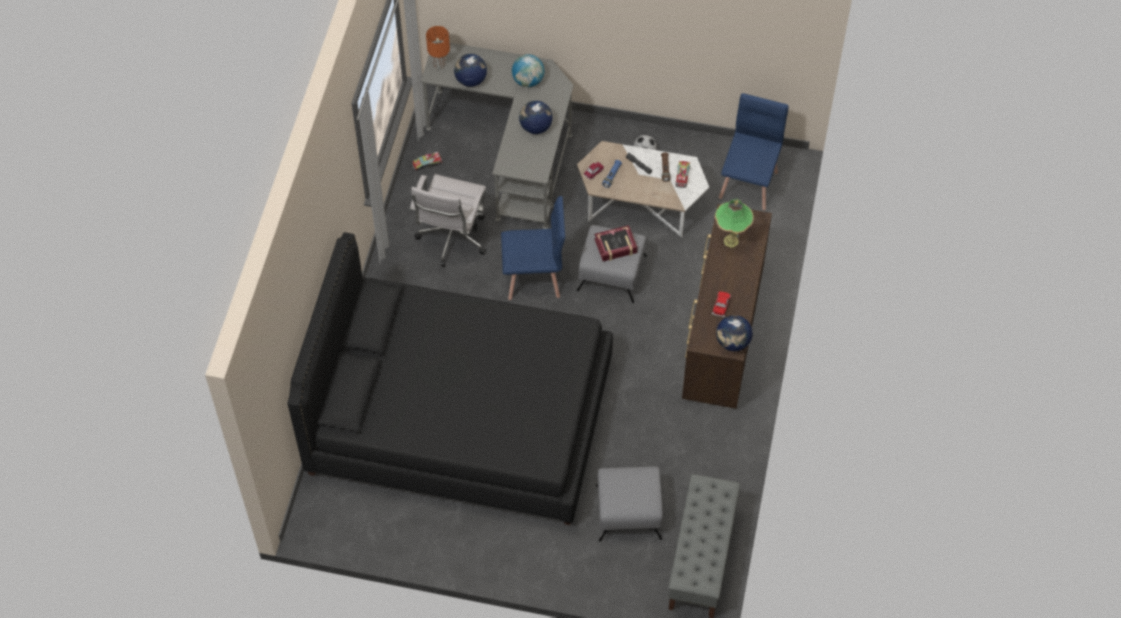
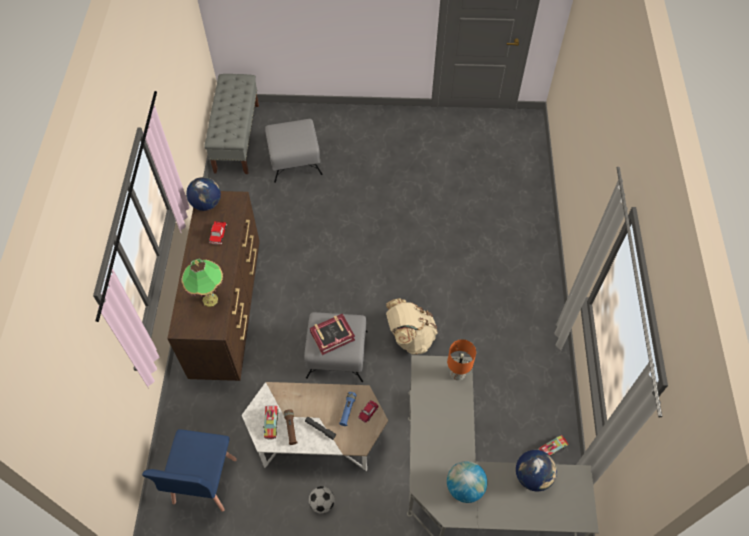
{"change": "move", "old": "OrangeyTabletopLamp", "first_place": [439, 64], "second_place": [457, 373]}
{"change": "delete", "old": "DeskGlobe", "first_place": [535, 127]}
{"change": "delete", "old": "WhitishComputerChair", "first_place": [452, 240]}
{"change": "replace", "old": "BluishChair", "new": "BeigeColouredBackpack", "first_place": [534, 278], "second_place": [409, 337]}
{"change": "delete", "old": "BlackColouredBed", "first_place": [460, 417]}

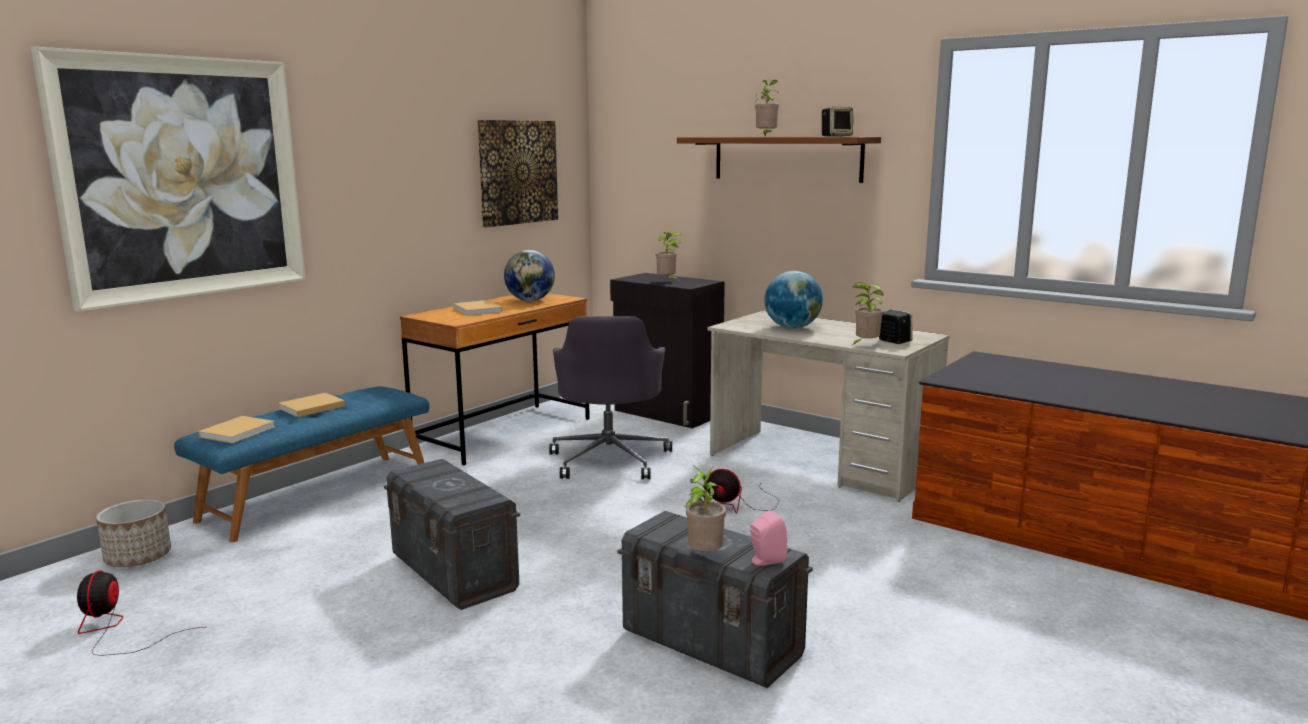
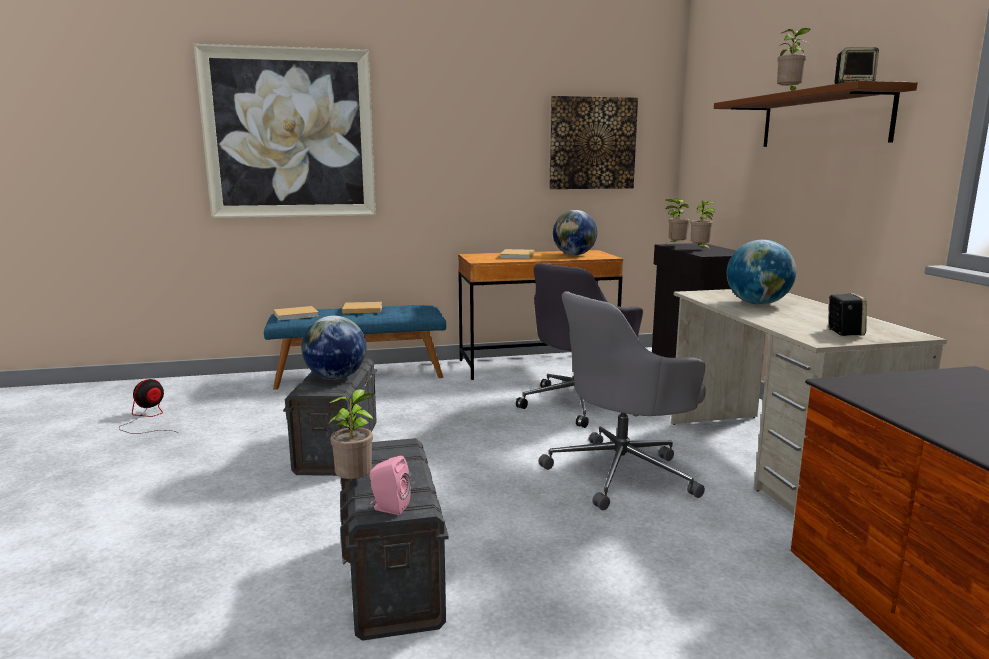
{"change": "move", "old": "PottedPlant", "first_place": [865, 345], "second_place": [675, 246]}
{"change": "replace", "old": "Fan", "new": "GreyComputerChair", "first_place": [738, 505], "second_place": [623, 473]}
{"change": "delete", "old": "Planter", "first_place": [137, 558]}
{"change": "insert", "new": "DeskGlobe", "second_place": [335, 378]}

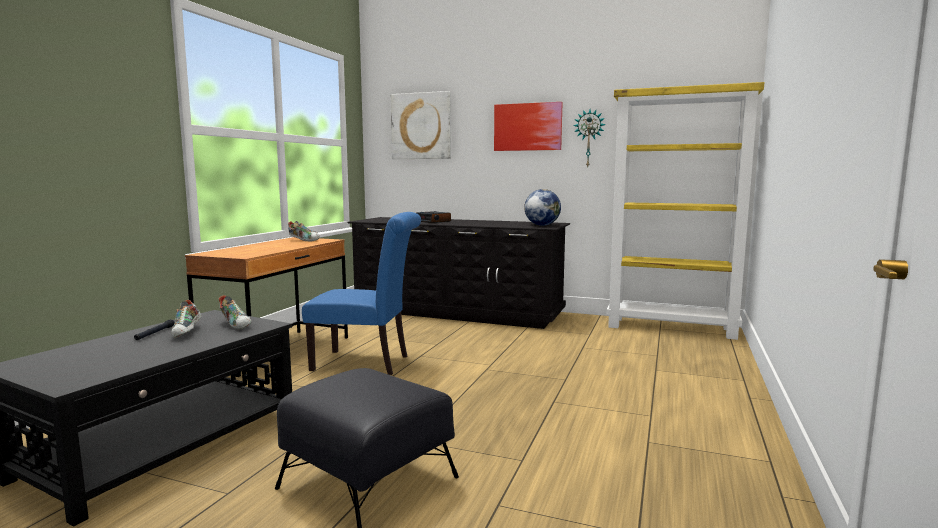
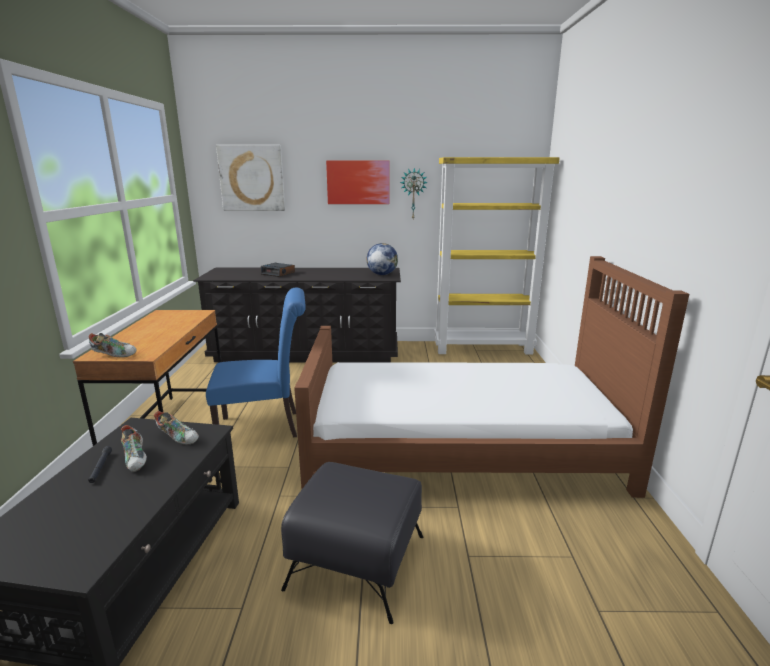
{"change": "move", "old": "LowShoe", "first_place": [304, 240], "second_place": [114, 355]}
{"change": "insert", "new": "BrownishBed", "second_place": [461, 446]}

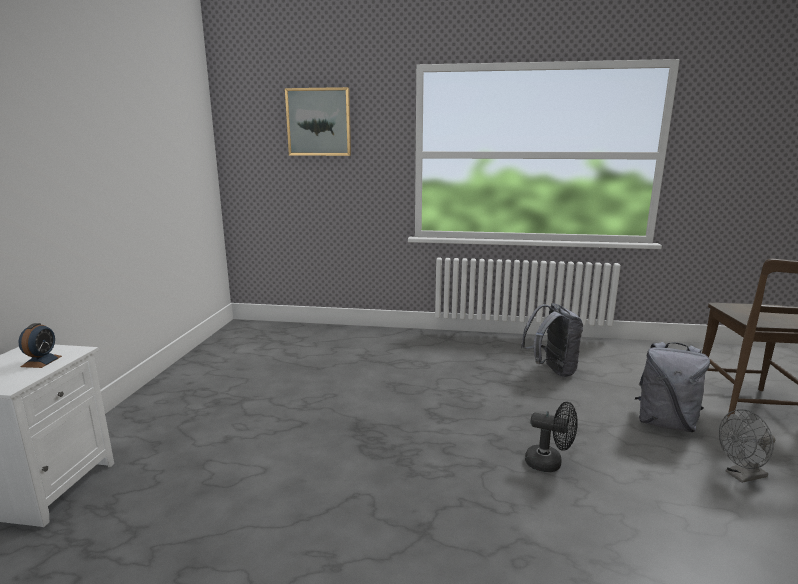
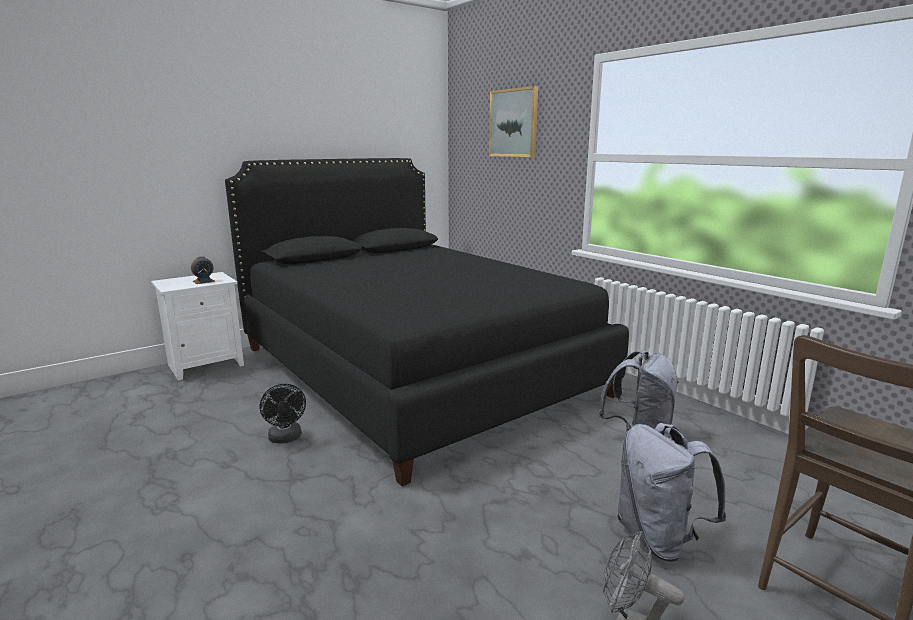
{"change": "move", "old": "BlackColouredFan", "first_place": [549, 463], "second_place": [286, 438]}
{"change": "insert", "new": "BlackColouredBed", "second_place": [414, 369]}

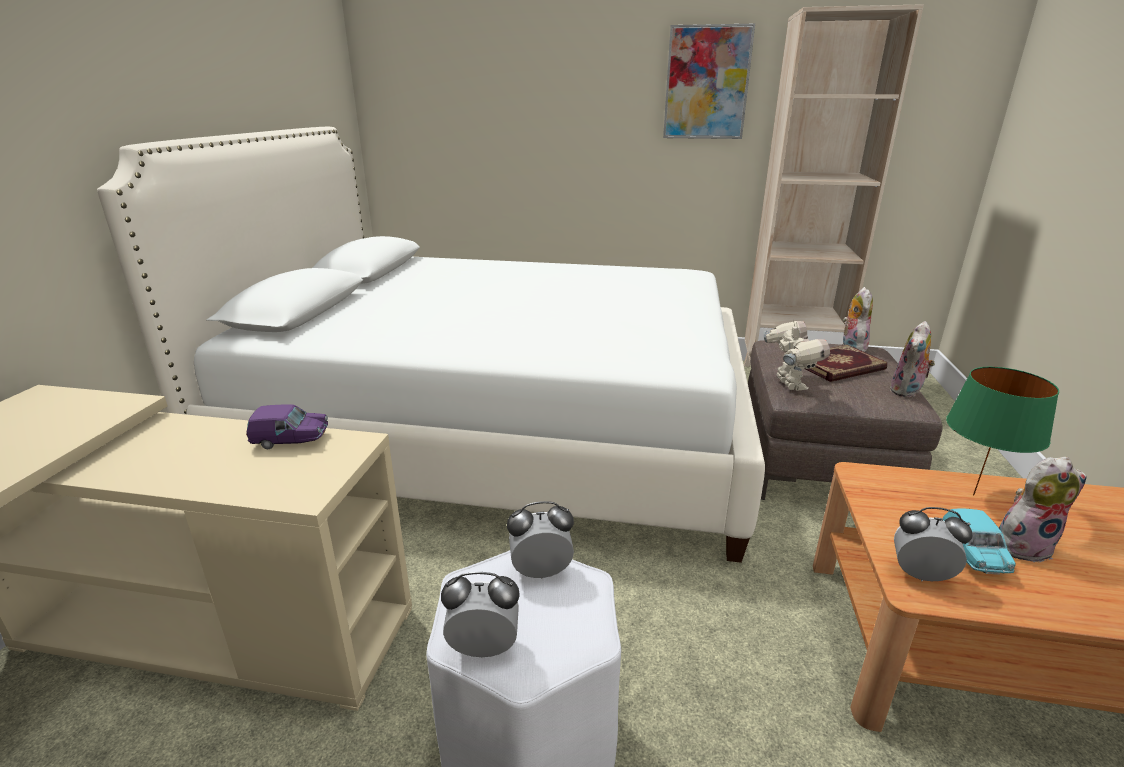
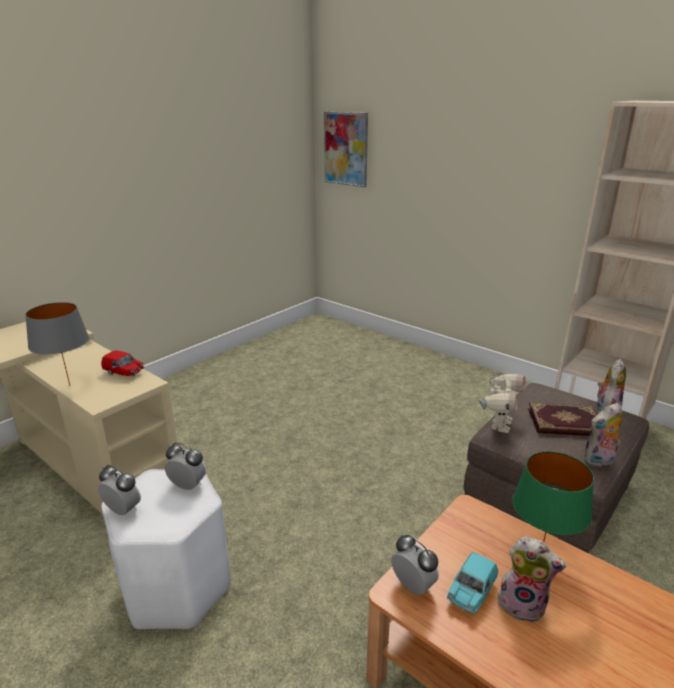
{"change": "move", "old": "WallArt", "first_place": [707, 83], "second_place": [346, 149]}
{"change": "delete", "old": "WhitishBed", "first_place": [501, 430]}
{"change": "recolor", "old": "PurpleToyCar", "new": "RedColouredToyCar", "first_place": [291, 440], "second_place": [124, 372]}
{"change": "insert", "new": "GreyTabletopLamp", "second_place": [69, 386]}

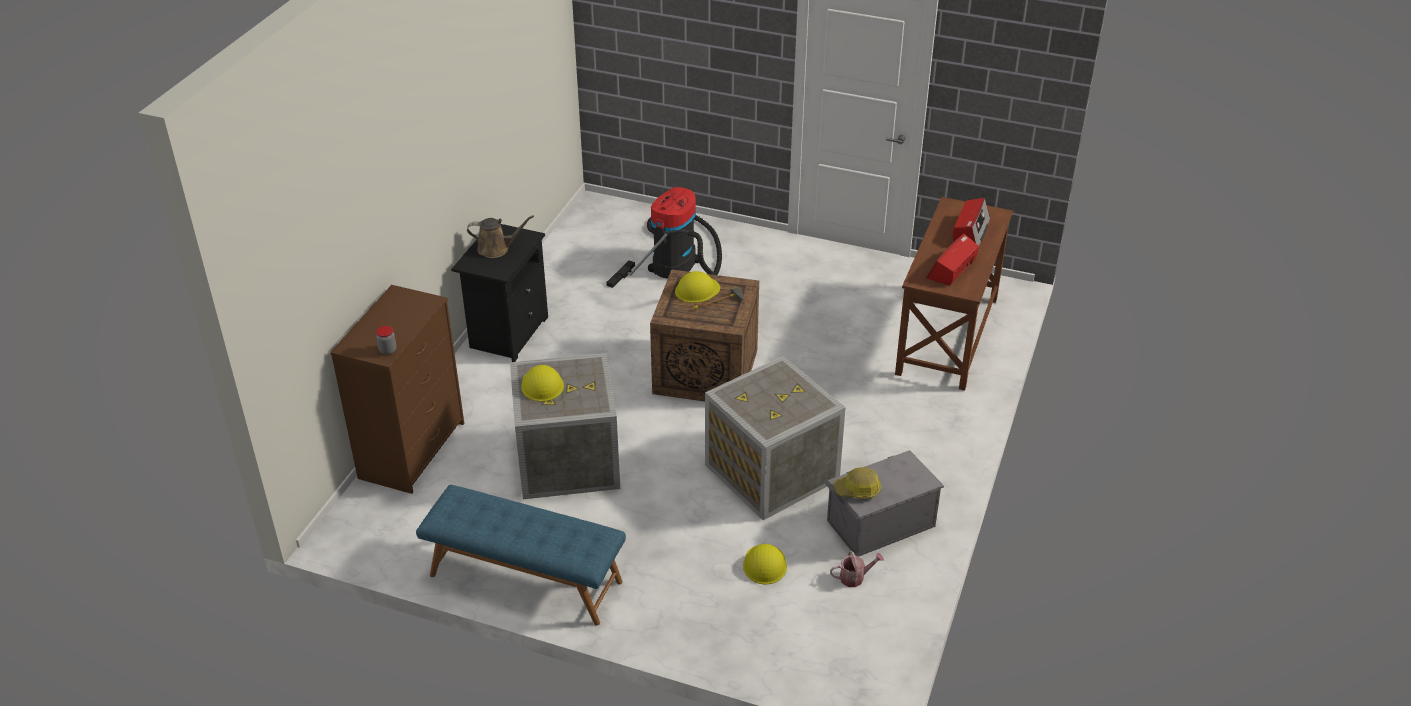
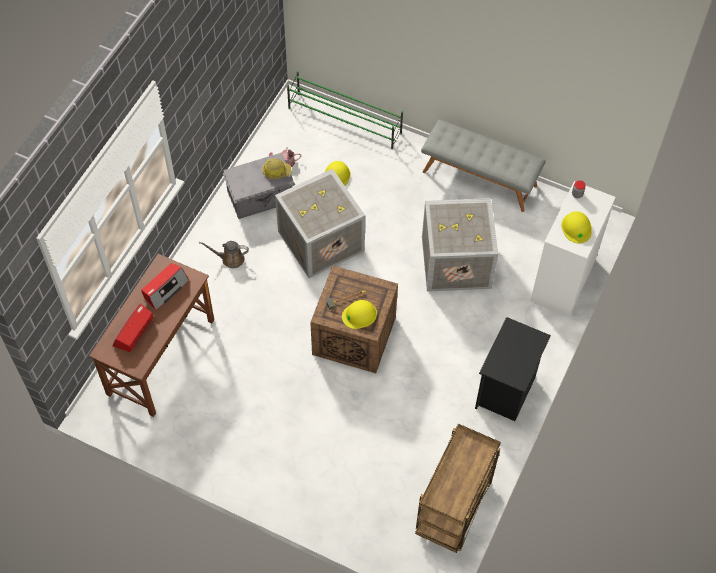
{"change": "delete", "old": "Hoover", "first_place": [676, 261]}
{"change": "move", "old": "BrownishWateringCan", "first_place": [496, 249], "second_place": [230, 259]}
{"change": "recolor", "old": "BrownishDresser", "new": "WhitishDresser", "first_place": [412, 449], "second_place": [563, 281]}
{"change": "move", "old": "YellowColouredWorkHelmet", "first_place": [542, 385], "second_place": [576, 227]}
{"change": "recolor", "old": "BluishIndoorBench", "new": "GreyIndoorBench", "first_place": [525, 579], "second_place": [480, 178]}
{"change": "insert", "new": "GreenColouredShoeStand", "second_place": [345, 121]}
{"change": "insert", "new": "BrownishCart", "second_place": [454, 510]}

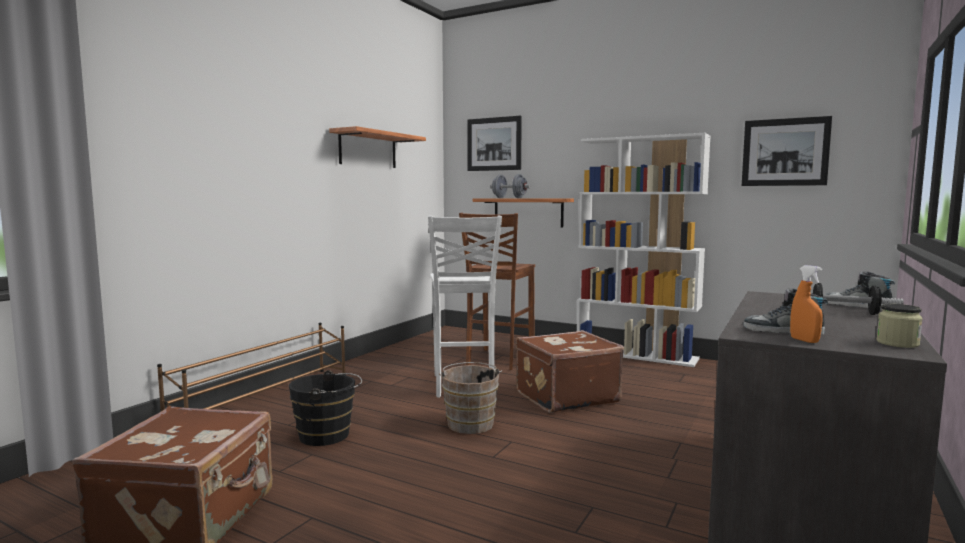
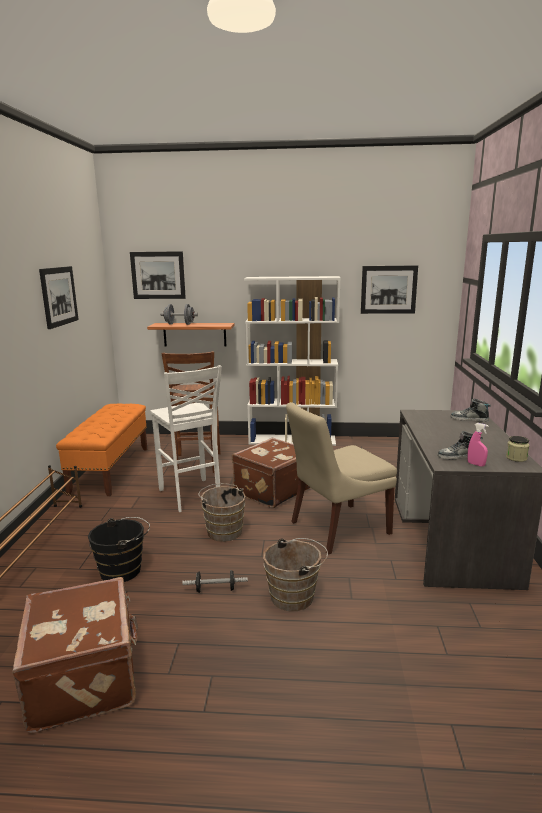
{"change": "replace", "old": "Shelf", "new": "WallArt", "first_place": [368, 150], "second_place": [59, 296]}
{"change": "recolor", "old": "OrangeySprayer", "new": "PinkSprayer", "first_place": [804, 340], "second_place": [476, 464]}
{"change": "move", "old": "Dumbbell", "first_place": [844, 313], "second_place": [215, 589]}
{"change": "insert", "new": "BeigeColouredChair", "second_place": [337, 529]}
{"change": "insert", "new": "OrangeyIndoorBench", "second_place": [110, 469]}
{"change": "insert", "new": "BrownishPail", "second_place": [295, 596]}

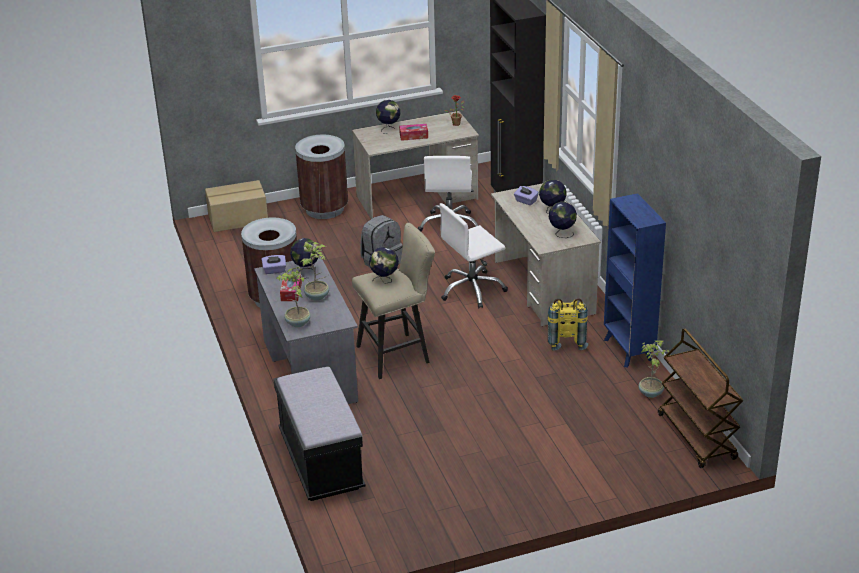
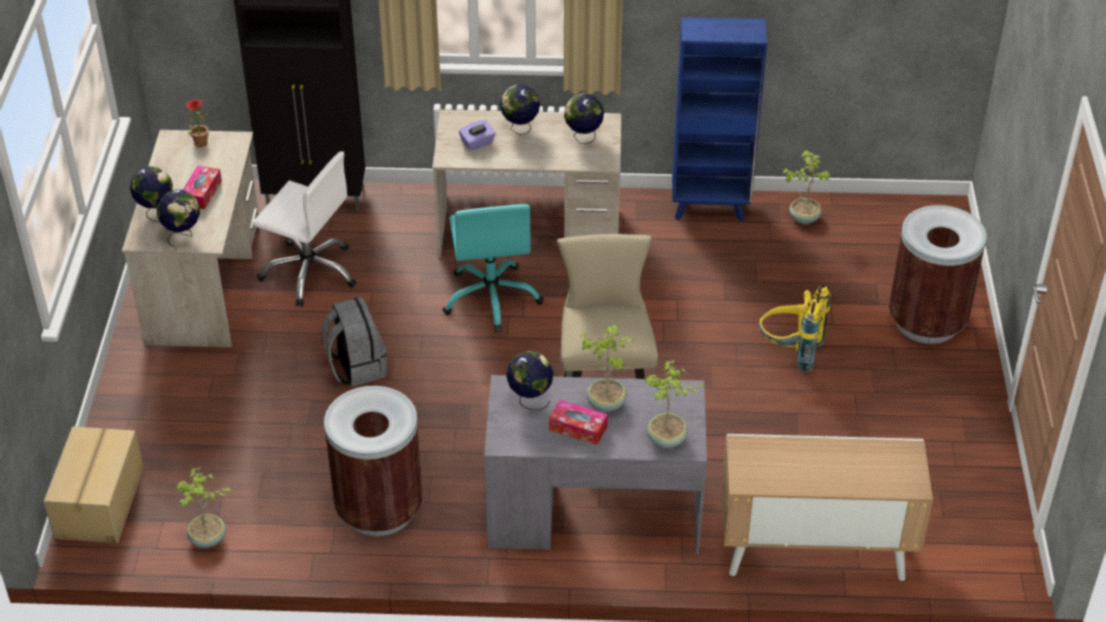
{"change": "move", "old": "BrownishTrashCan", "first_place": [325, 209], "second_place": [926, 321]}
{"change": "recolor", "old": "WhitishComputerChair", "new": "TurquoiseComputerChair", "first_place": [472, 290], "second_place": [492, 297]}
{"change": "move", "old": "DeskGlobe", "first_place": [385, 281], "second_place": [183, 235]}
{"change": "delete", "old": "PurpleTissueBox", "first_place": [274, 270]}
{"change": "move", "old": "YellowColouredBackpack", "first_place": [565, 340], "second_place": [790, 352]}
{"change": "delete", "old": "BrownishCart", "first_place": [697, 437]}
{"change": "replace", "old": "BlackColouredIndoorBench", "new": "Cabinet", "first_place": [321, 462], "second_place": [814, 552]}
{"change": "insert", "new": "PottedPlant", "second_place": [208, 539]}

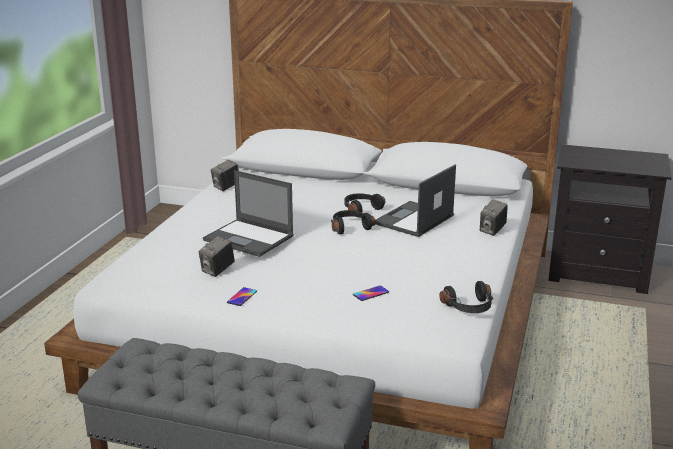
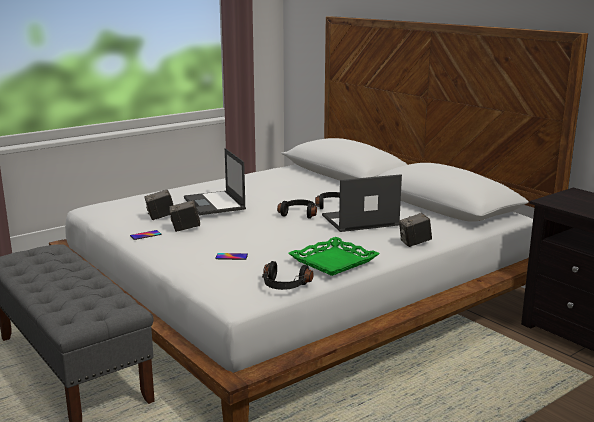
{"change": "move", "old": "PhotoCamera", "first_place": [226, 187], "second_place": [185, 229]}
{"change": "insert", "new": "GreenColouredCarryingTray", "second_place": [333, 261]}

